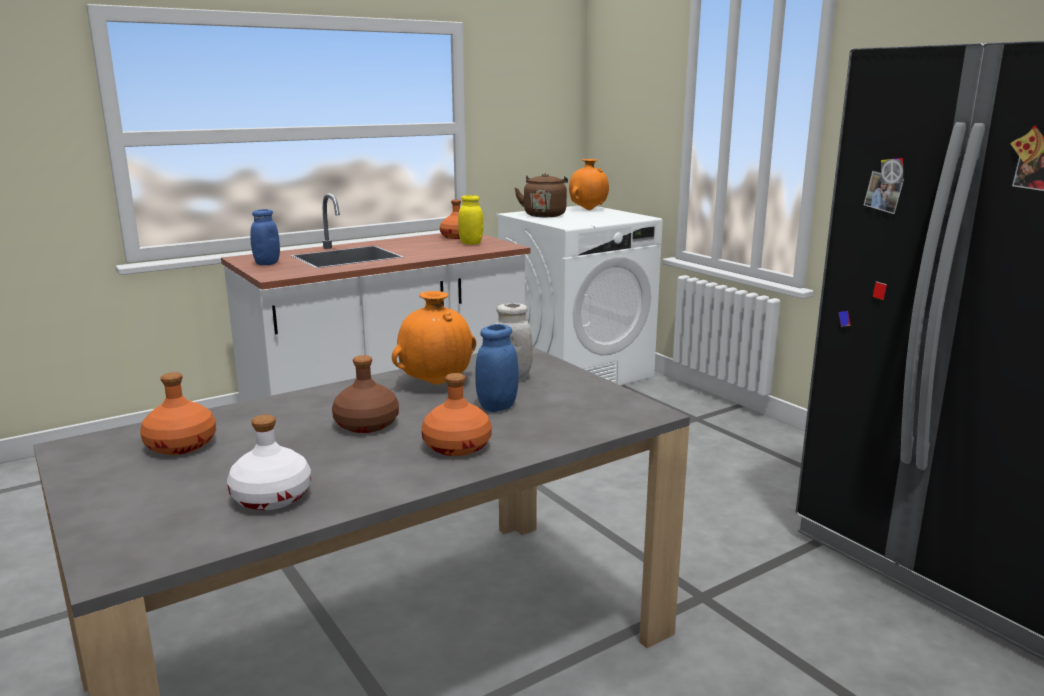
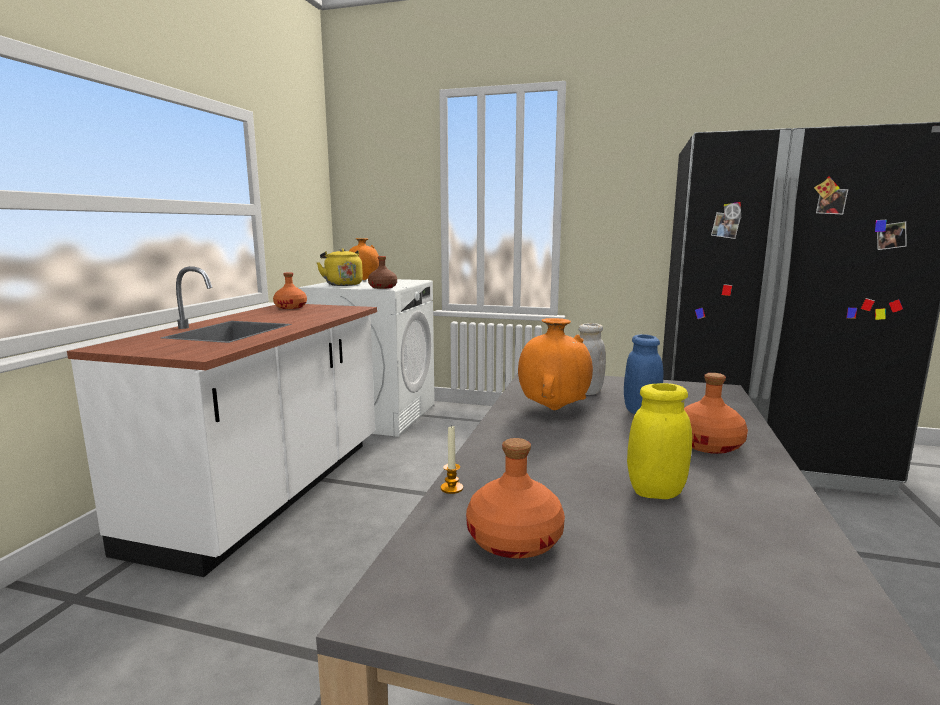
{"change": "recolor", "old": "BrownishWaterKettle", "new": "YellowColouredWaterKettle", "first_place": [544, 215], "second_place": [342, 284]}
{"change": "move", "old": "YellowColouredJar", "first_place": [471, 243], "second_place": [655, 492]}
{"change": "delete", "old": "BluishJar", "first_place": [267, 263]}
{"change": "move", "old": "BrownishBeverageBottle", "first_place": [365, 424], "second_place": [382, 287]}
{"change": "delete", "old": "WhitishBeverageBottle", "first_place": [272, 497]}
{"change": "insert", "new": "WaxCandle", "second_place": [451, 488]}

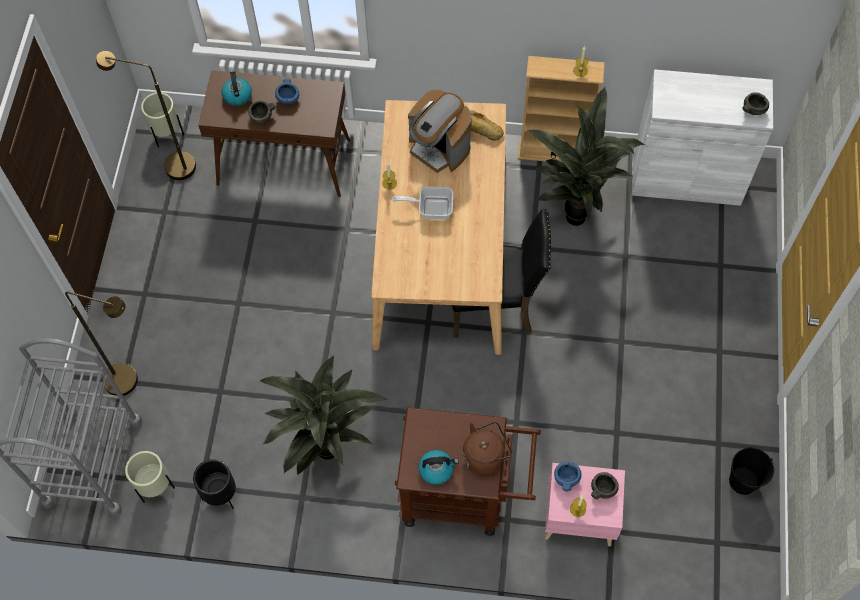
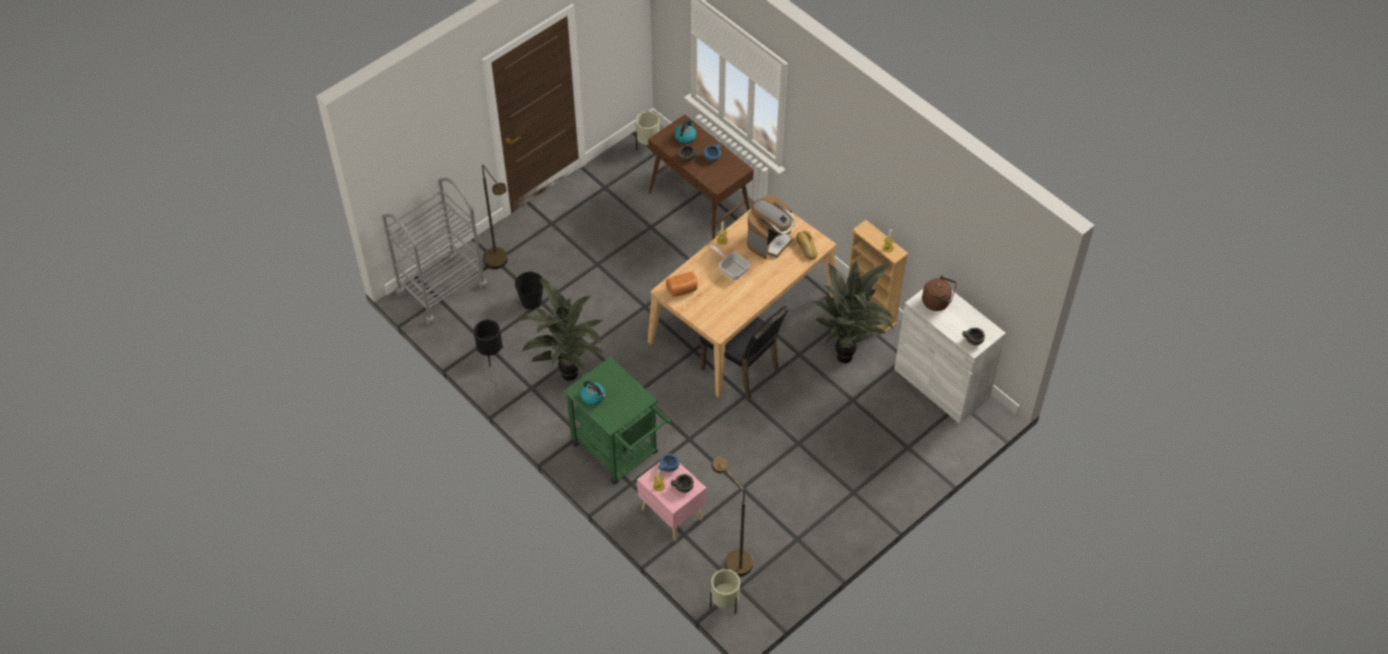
{"change": "move", "old": "BrownishStandardLamp", "first_place": [171, 166], "second_place": [733, 558]}
{"change": "rotate", "old": "CoffeeMachine", "first_place": [439, 148], "second_place": [770, 241], "degrees": -135}
{"change": "recolor", "old": "BrownishCart", "new": "GreenColouredCart", "first_place": [463, 494], "second_place": [620, 452]}
{"change": "move", "old": "BrownishWaterKettle", "first_place": [485, 455], "second_place": [937, 302]}
{"change": "move", "old": "BlackColouredPail", "first_place": [742, 481], "second_place": [531, 301]}
{"change": "move", "old": "BeigeColouredPlanter", "first_place": [156, 486], "second_place": [725, 603]}
{"change": "insert", "new": "Bread", "second_place": [682, 290]}

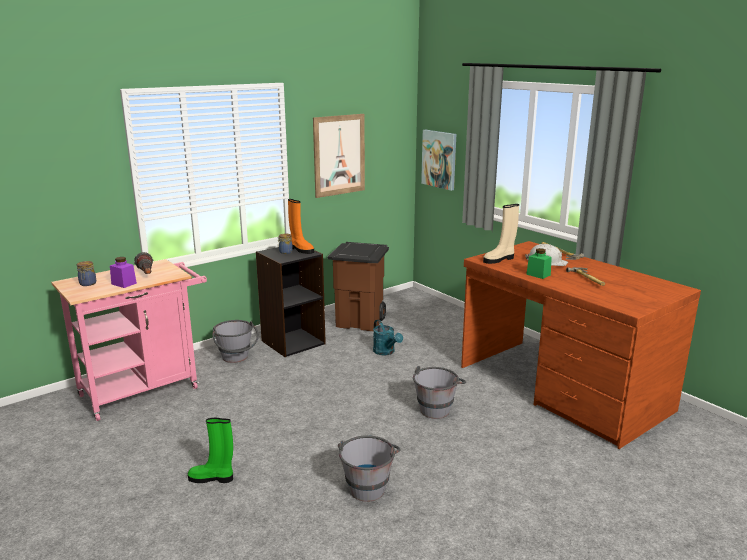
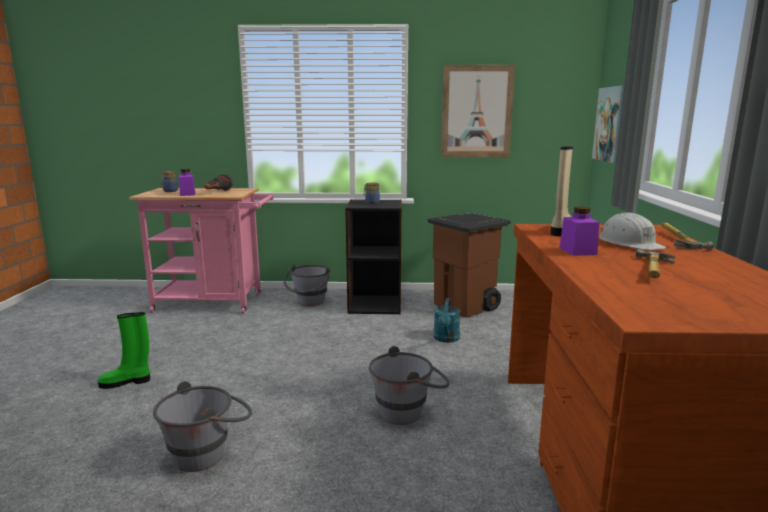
{"change": "delete", "old": "OrangeyTallBoot", "first_place": [301, 249]}
{"change": "rotate", "old": "BeigeColouredTallBoot", "first_place": [499, 259], "second_place": [560, 231], "degrees": 105}
{"change": "recolor", "old": "GreenColouredJar", "new": "PurpleJar", "first_place": [538, 274], "second_place": [577, 251]}
{"change": "rotate", "old": "GreenColouredTallBoot", "first_place": [212, 478], "second_place": [126, 382], "degrees": -60}

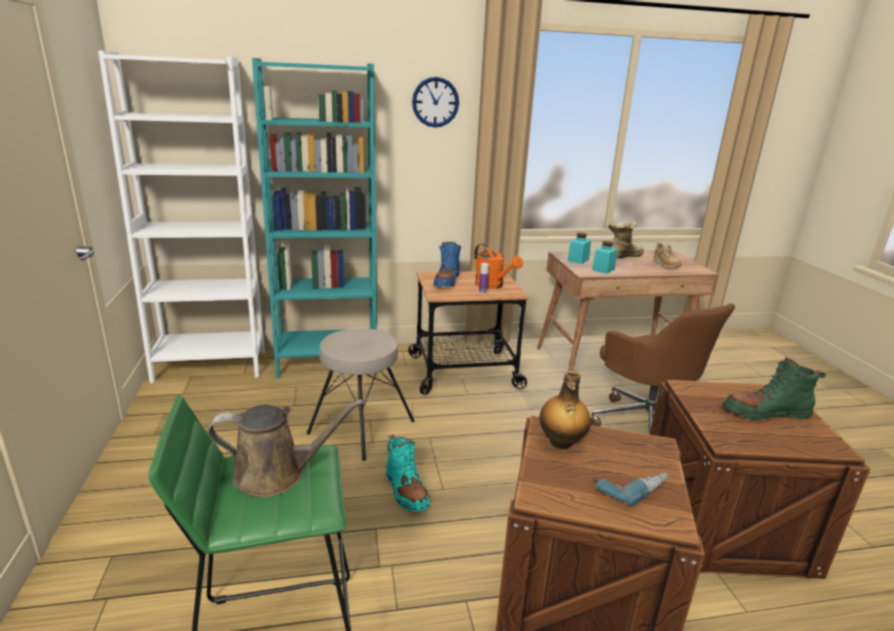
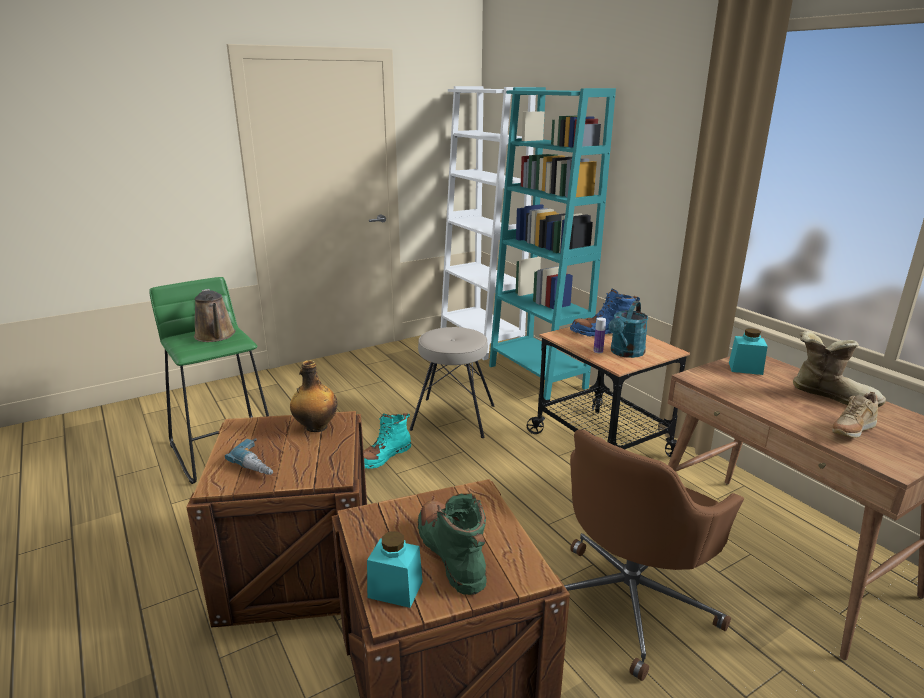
{"change": "delete", "old": "ClockOnTheWall", "first_place": [435, 102]}
{"change": "move", "old": "TurquoiseJar", "first_place": [603, 269], "second_place": [395, 589]}
{"change": "recolor", "old": "OrangeyWateringCan", "new": "TurquoiseWateringCan", "first_place": [493, 286], "second_place": [625, 353]}

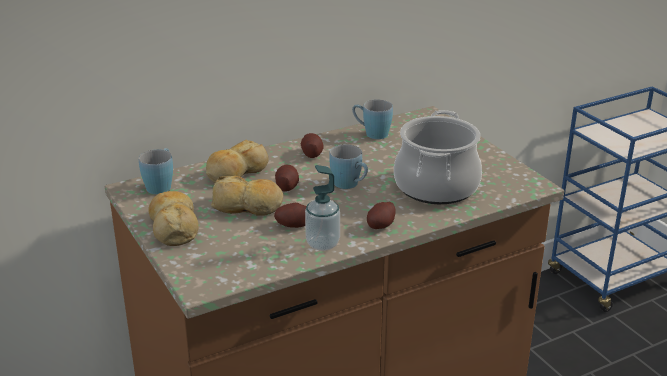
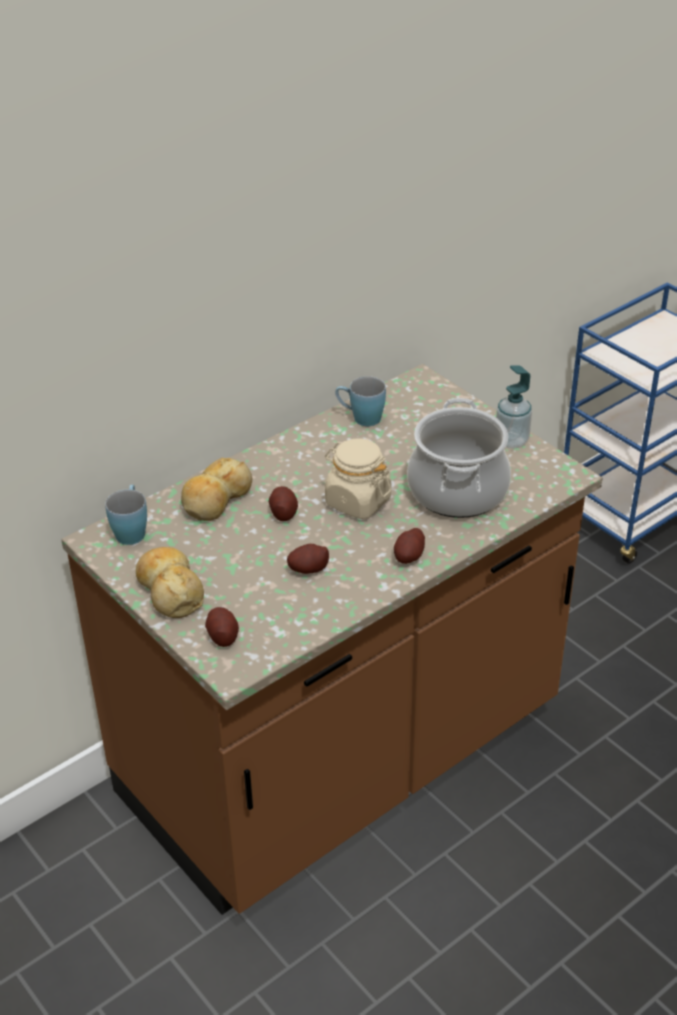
{"change": "move", "old": "Potato", "first_place": [311, 153], "second_place": [222, 636]}
{"change": "replace", "old": "BluishMug", "new": "BeigeColouredJar", "first_place": [350, 185], "second_place": [357, 501]}
{"change": "move", "old": "SoapBottle", "first_place": [322, 244], "second_place": [511, 441]}
{"change": "delete", "old": "Bread", "first_place": [248, 206]}

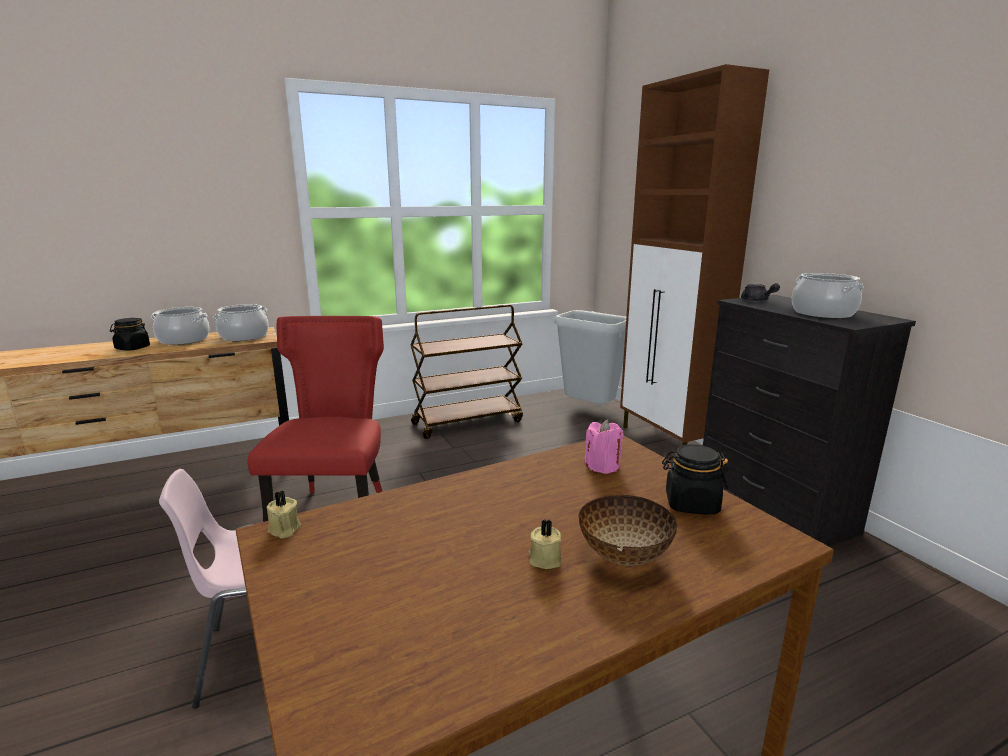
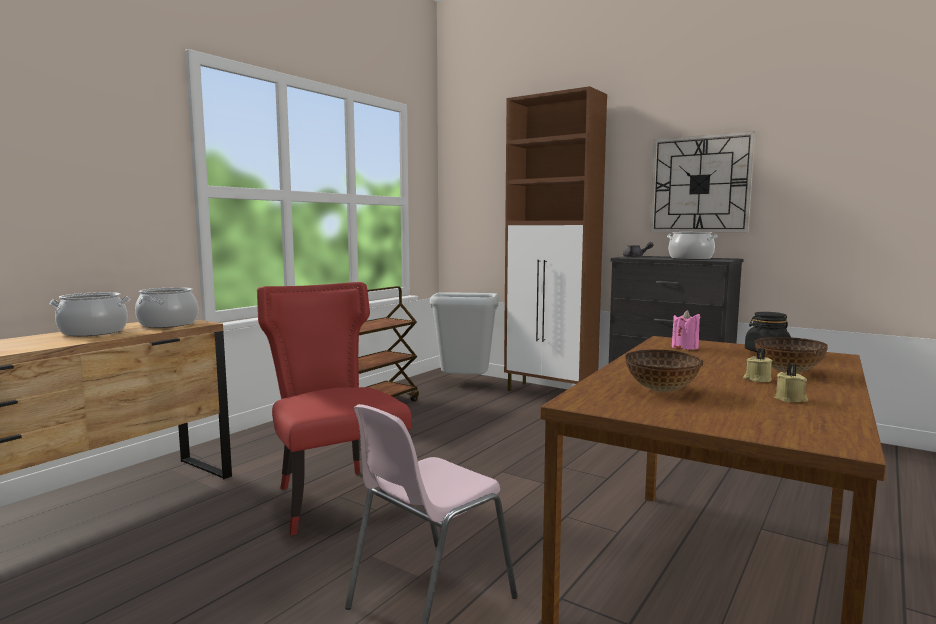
{"change": "delete", "old": "BlackColouredJar", "first_place": [132, 348]}
{"change": "move", "old": "BeigeColouredWaxCandle", "first_place": [284, 530], "second_place": [791, 399]}
{"change": "insert", "new": "ClockOnTheWall", "second_place": [700, 184]}
{"change": "insert", "new": "Bowl", "second_place": [660, 390]}

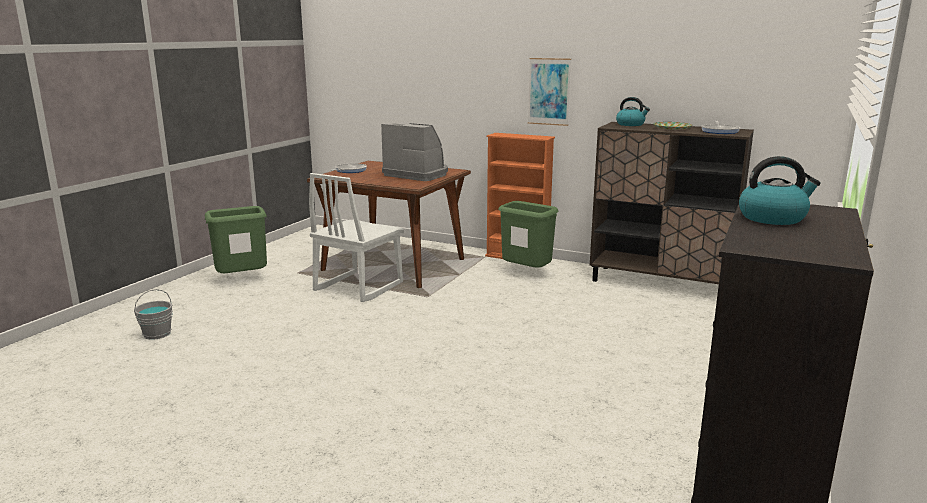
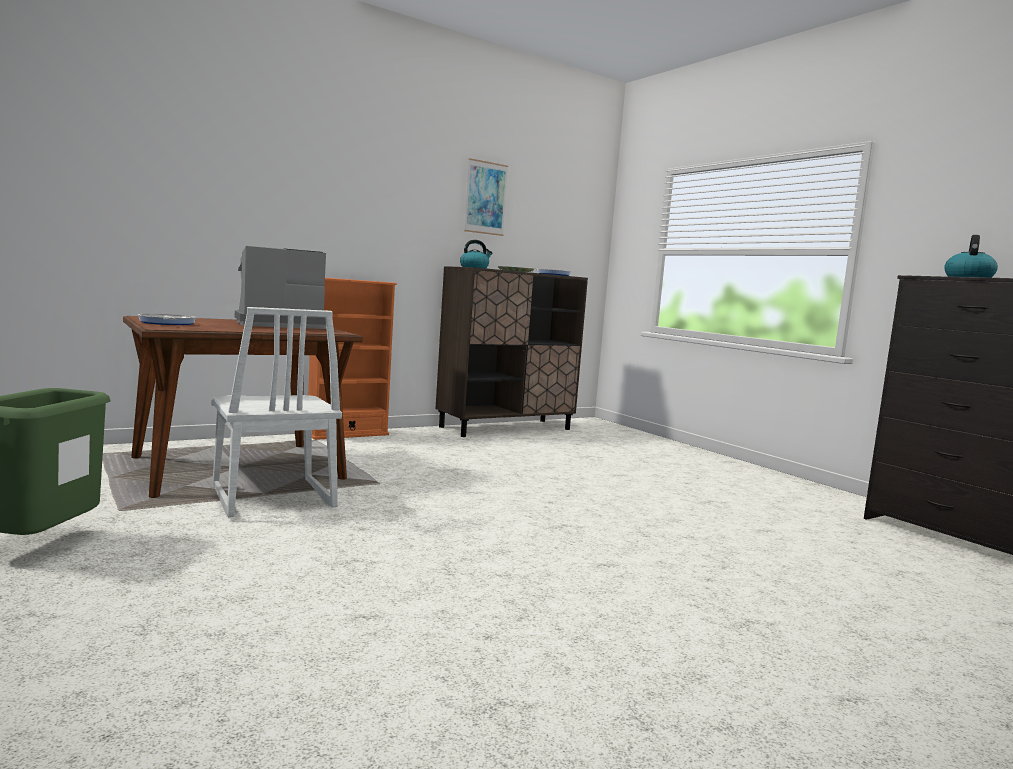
{"change": "move", "old": "WallArt", "first_place": [549, 91], "second_place": [485, 198]}
{"change": "delete", "old": "GreenColouredTrashCan", "first_place": [526, 274]}
{"change": "delete", "old": "GreyPail", "first_place": [157, 334]}

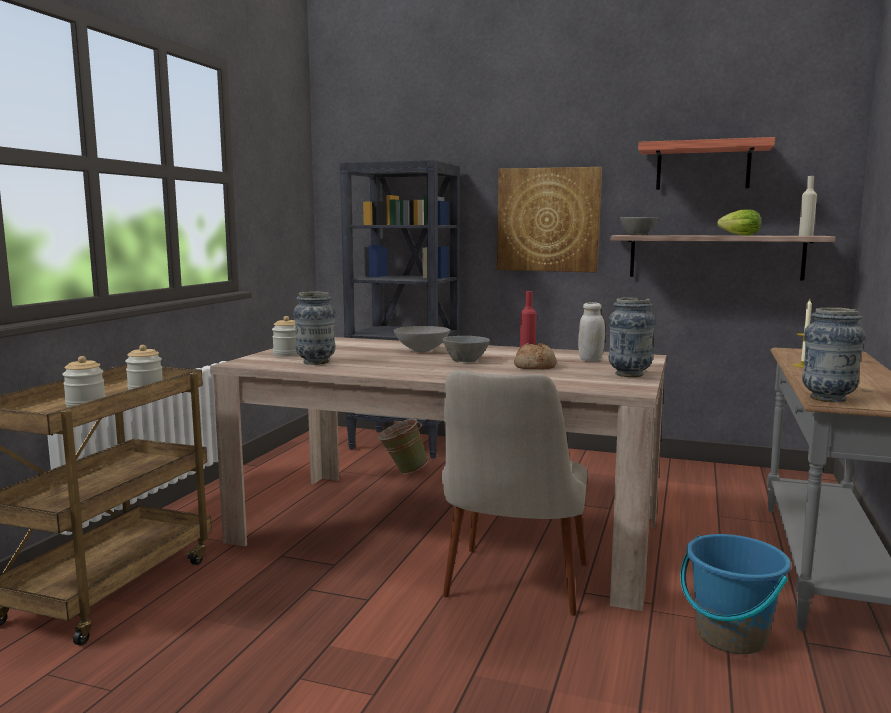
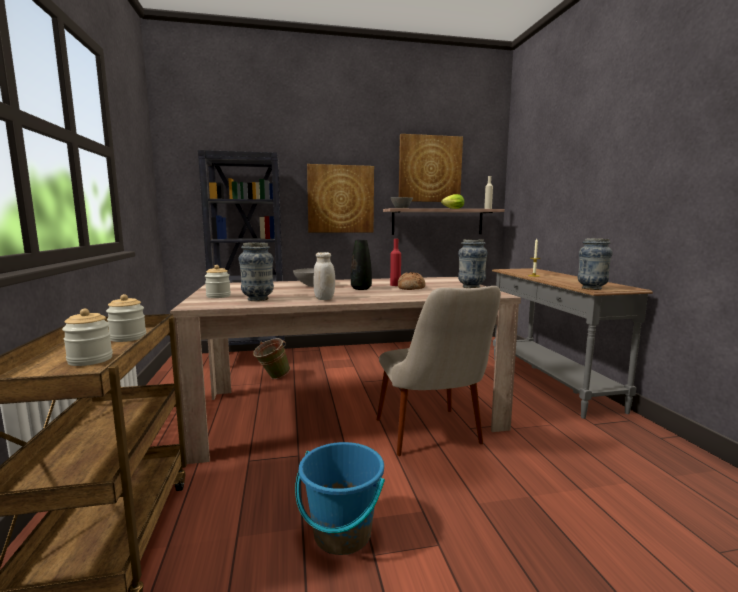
{"change": "replace", "old": "Shelf", "new": "WallArt", "first_place": [703, 166], "second_place": [429, 169]}
{"change": "move", "old": "WhitishJar", "first_place": [590, 360], "second_place": [324, 298]}
{"change": "replace", "old": "GreyBowl", "new": "BlackColouredVase", "first_place": [466, 361], "second_place": [361, 288]}
{"change": "move", "old": "BluishPail", "first_place": [730, 636], "second_place": [342, 534]}

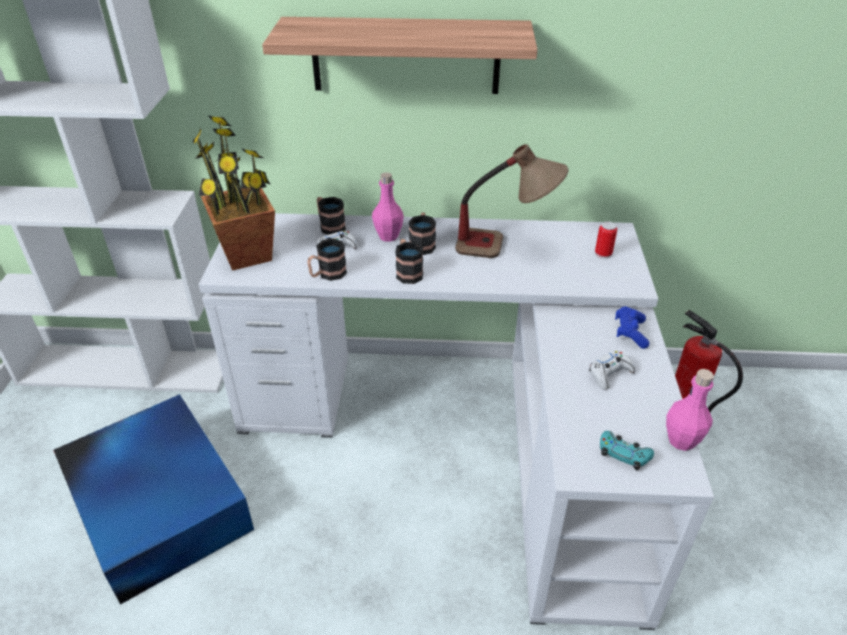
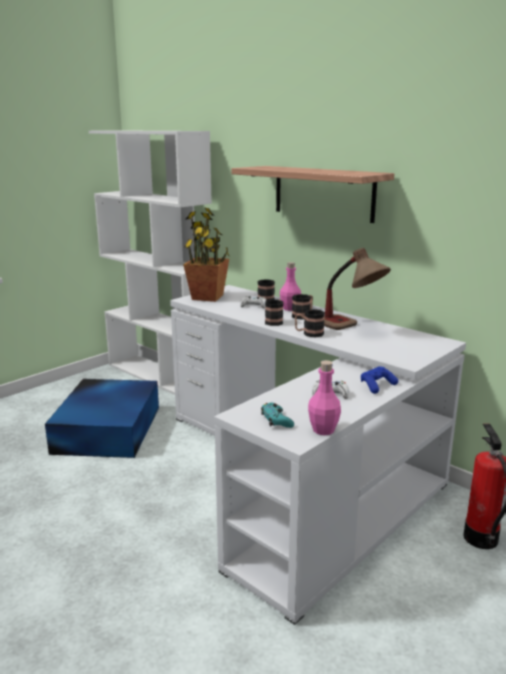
{"change": "delete", "old": "Can", "first_place": [603, 254]}
{"change": "move", "old": "Mug", "first_place": [327, 274], "second_place": [309, 334]}

